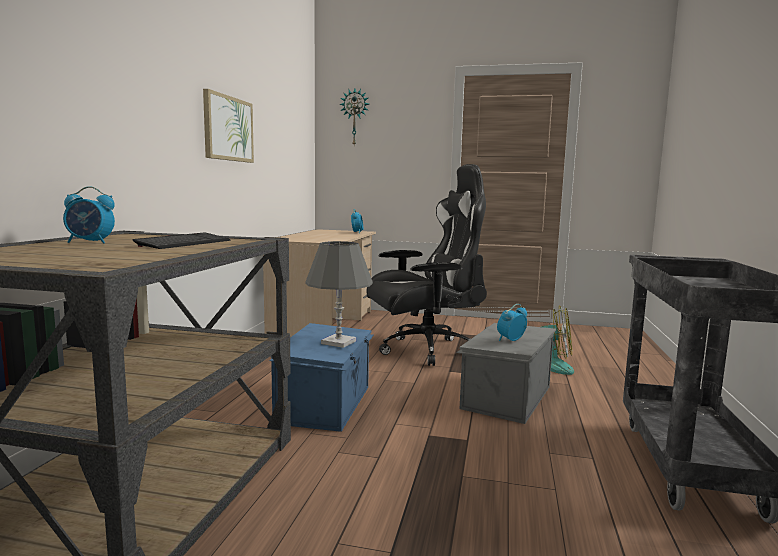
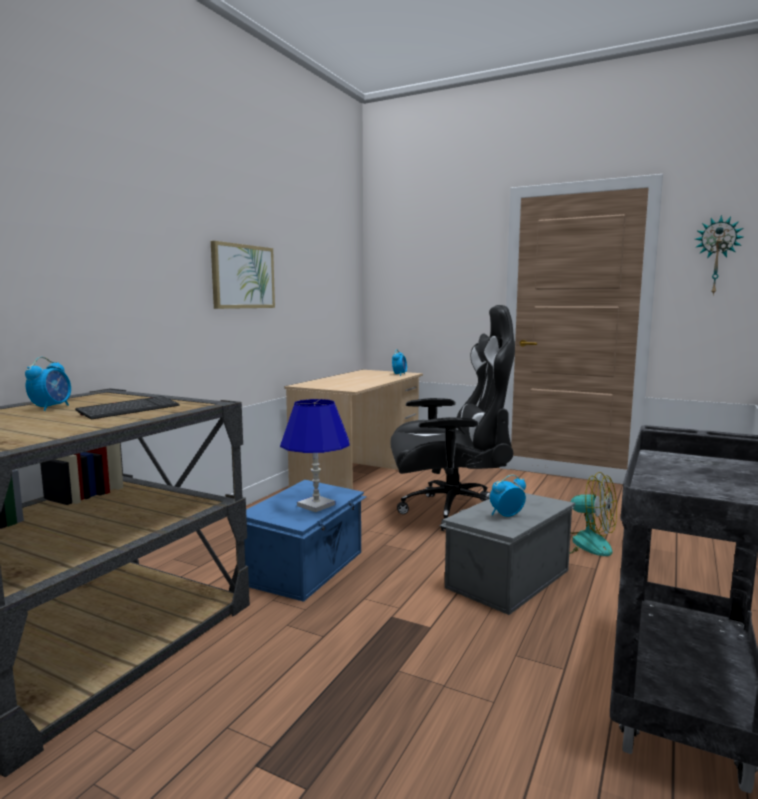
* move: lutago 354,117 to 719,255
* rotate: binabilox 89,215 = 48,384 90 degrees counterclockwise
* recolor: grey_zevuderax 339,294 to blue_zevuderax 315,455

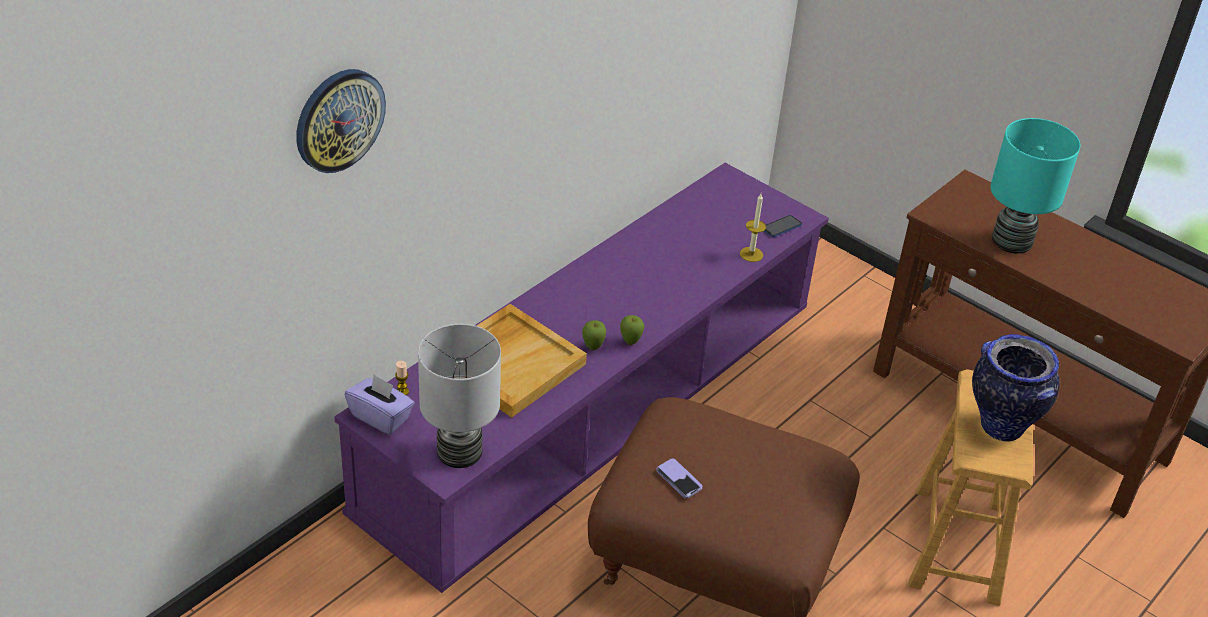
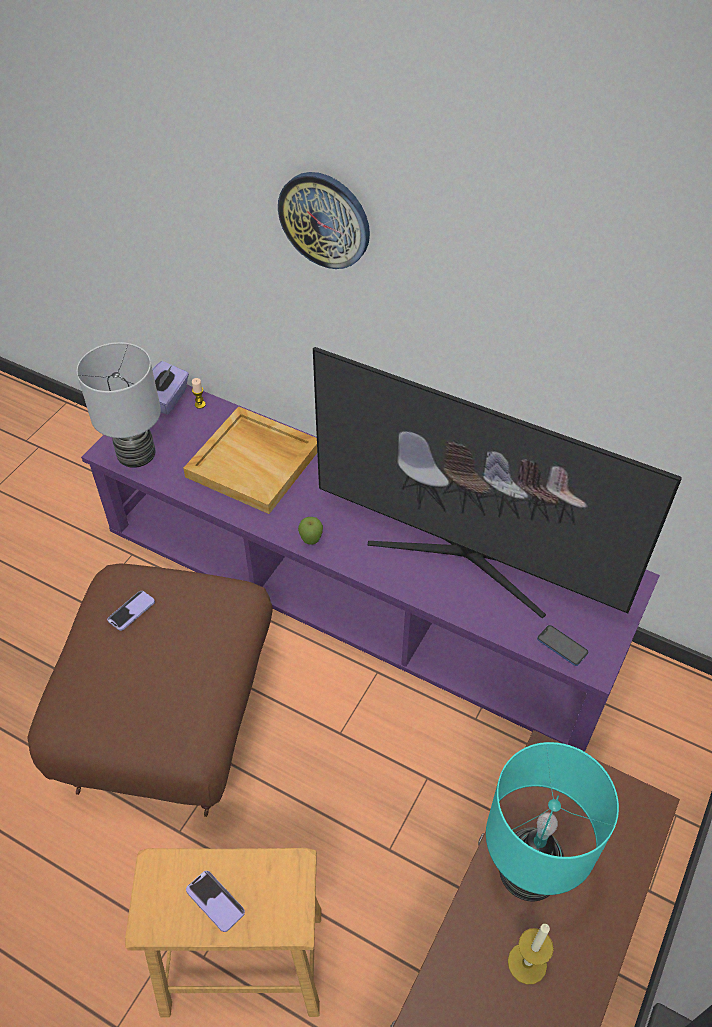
* move: lutago 341,121 to 324,220
* move: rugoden 753,228 to 531,954
* delete: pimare 594,335
* replace: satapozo 1016,387 to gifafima 215,901
* insert: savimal 497,482

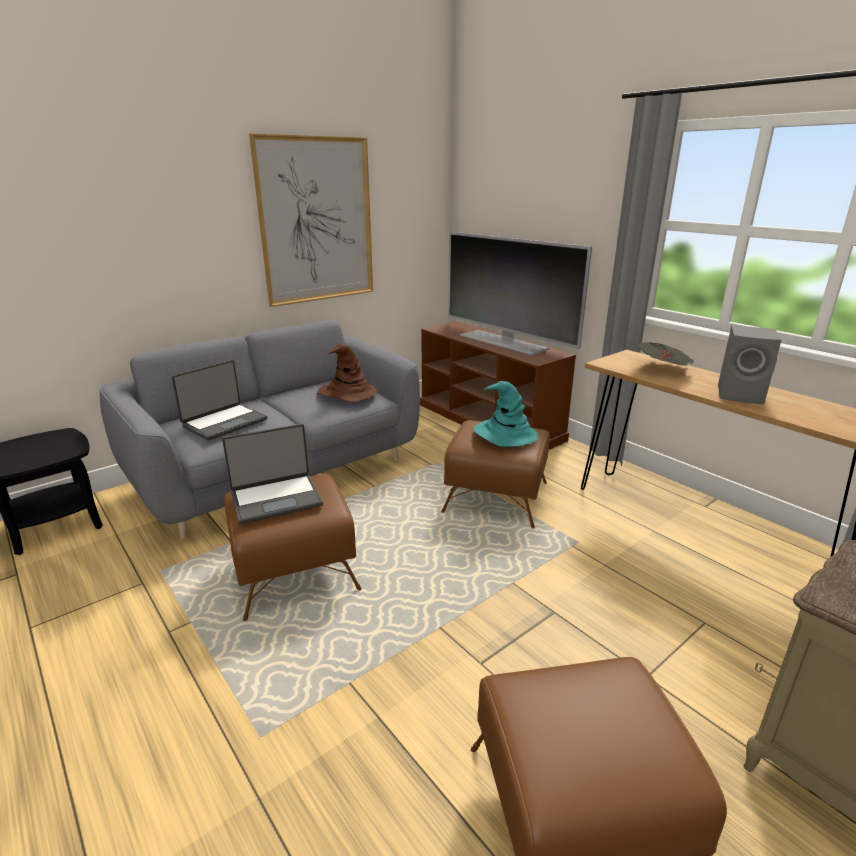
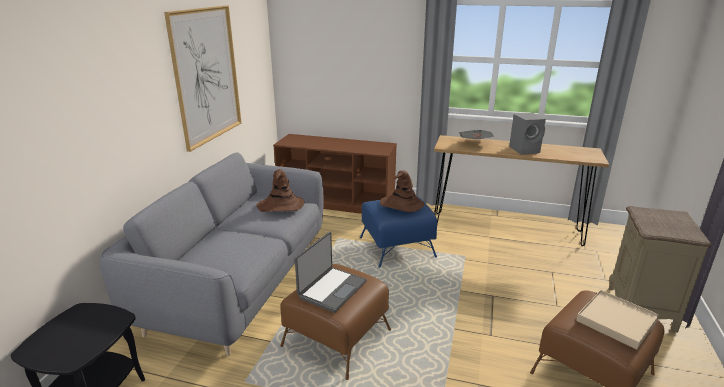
* delete: savimal 520,293
* delete: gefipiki 219,400
* recolor: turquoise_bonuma 505,414 to brown_bonuma 402,191
* recolor: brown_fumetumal 495,474 to blue_fumetumal 398,232
* insert: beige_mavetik 617,320

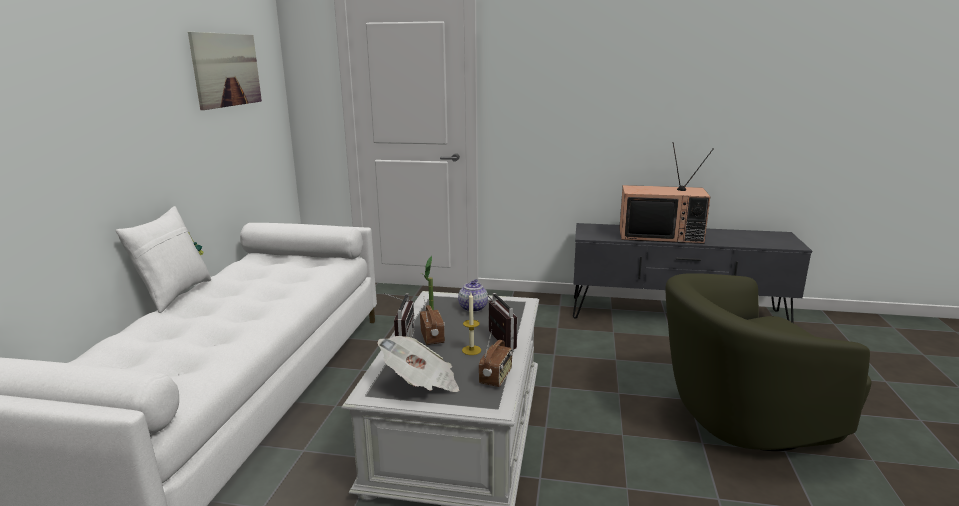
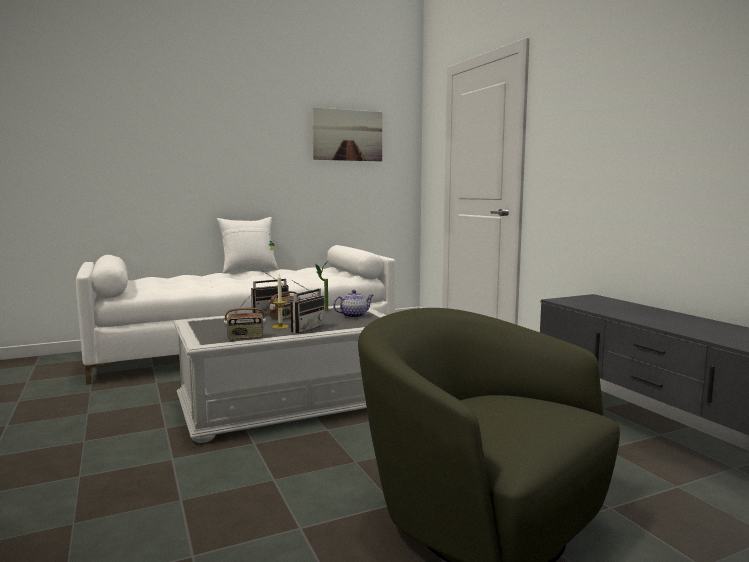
* delete: savimal 666,193
* delete: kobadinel 419,364

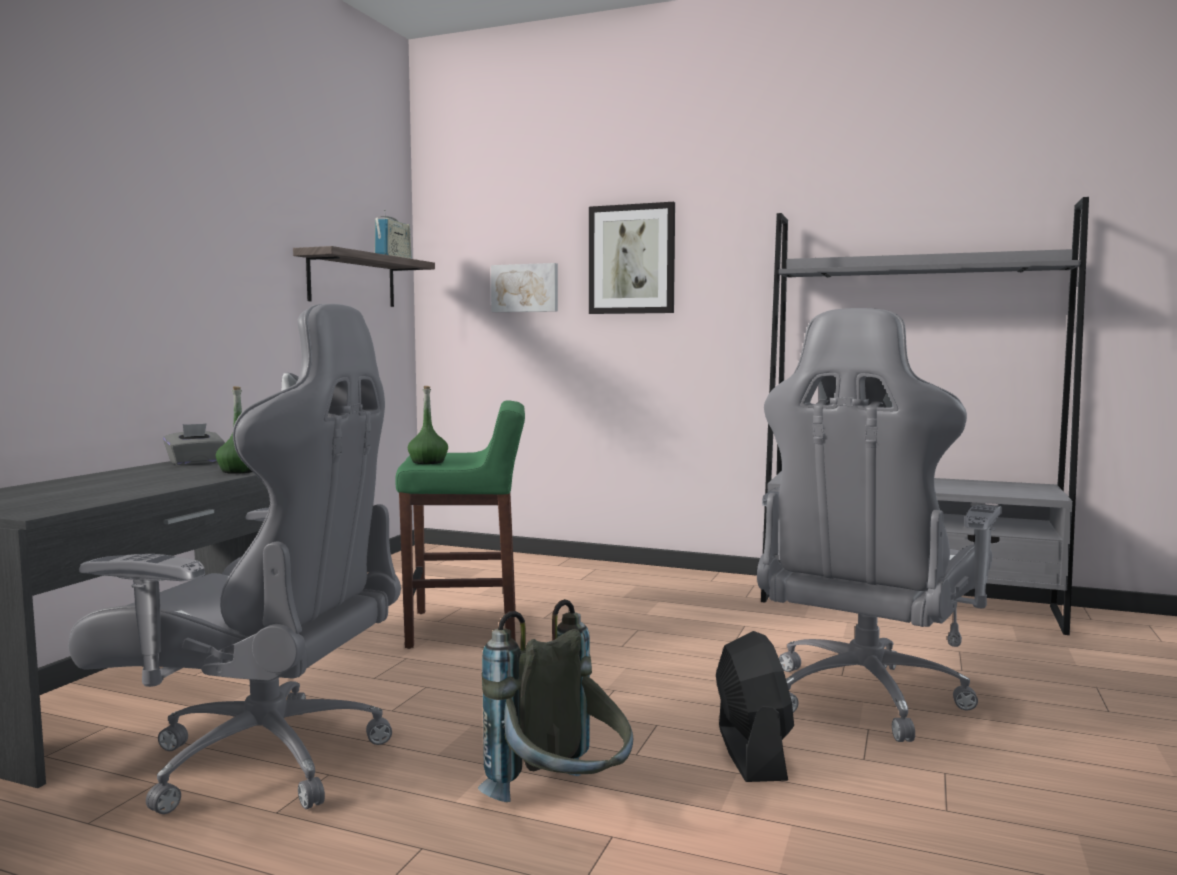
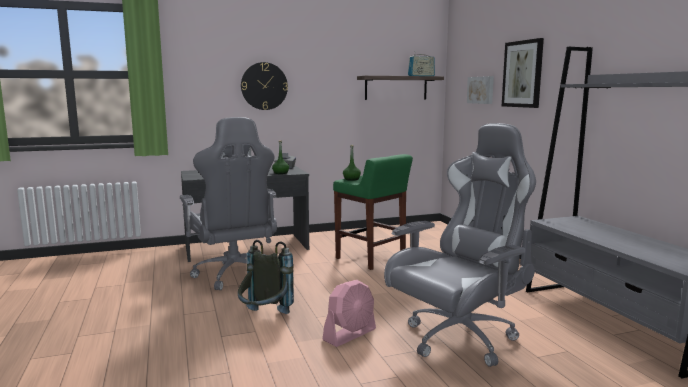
* rotate: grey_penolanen 879,525 = 460,245 150 degrees clockwise
* recolor: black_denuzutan 755,706 to pink_denuzutan 349,313
* insert: lutago 264,86

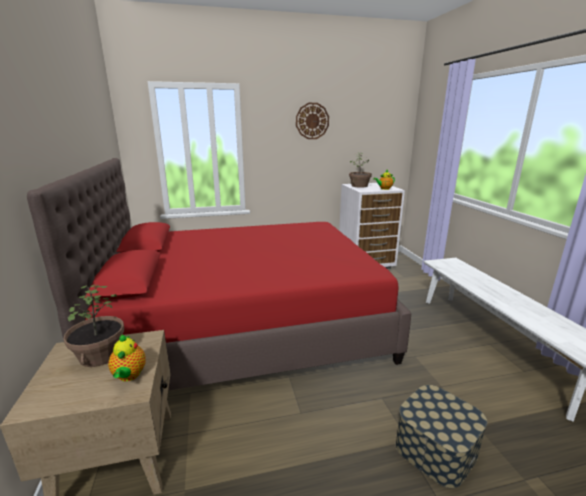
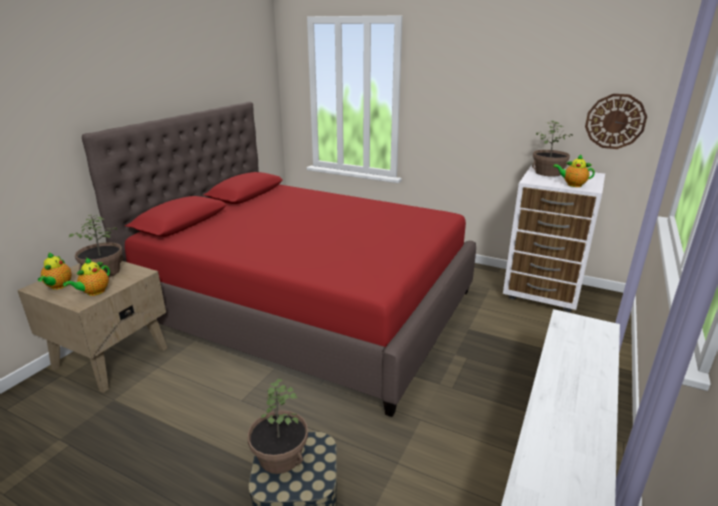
* move: lutago 312,121 to 616,121
* insert: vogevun 55,271
* insert: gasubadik 278,426

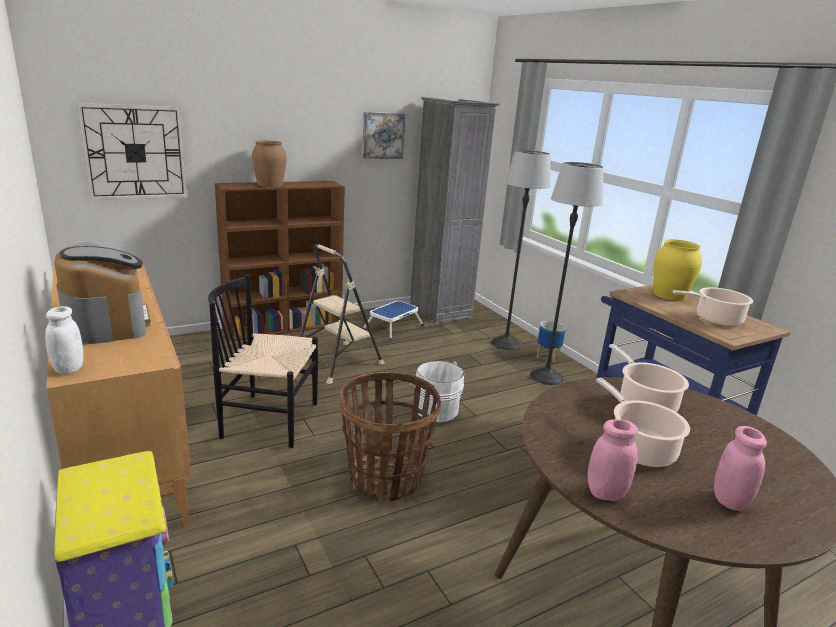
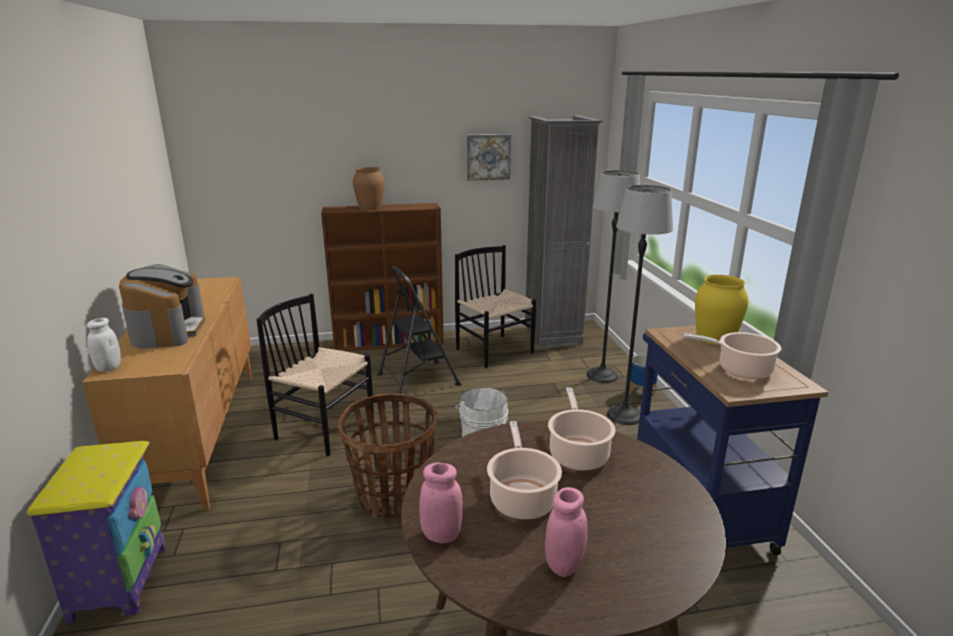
* delete: lutago 132,151
* recolor: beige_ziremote 342,314 to black_ziremote 419,330
* replace: blue_ziremote 393,321 to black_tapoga 495,306

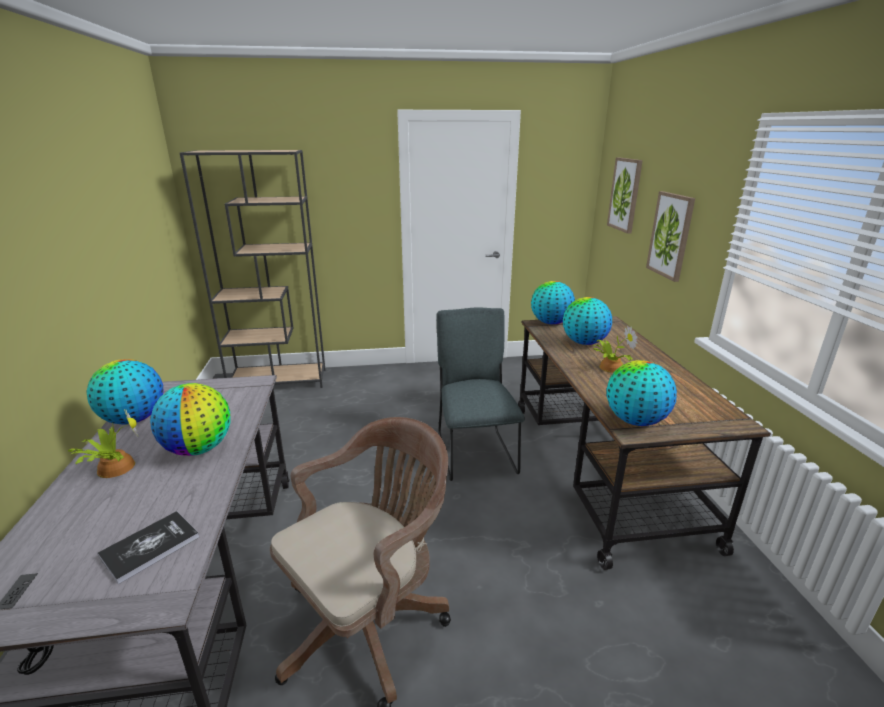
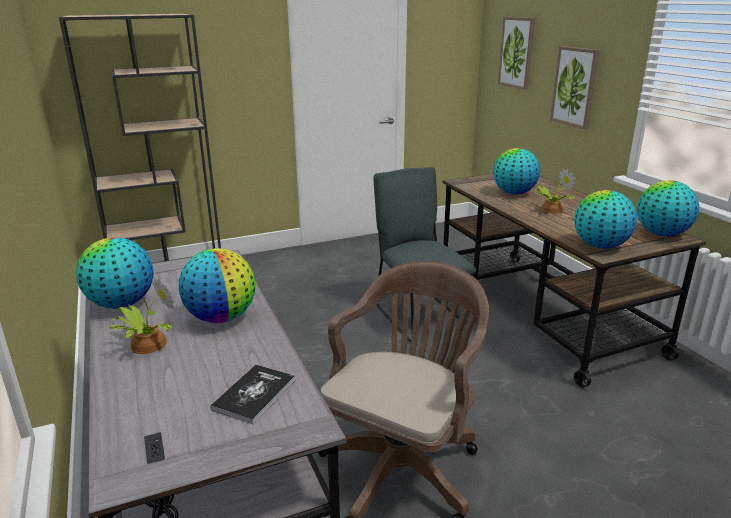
* move: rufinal 553,302 to 668,208

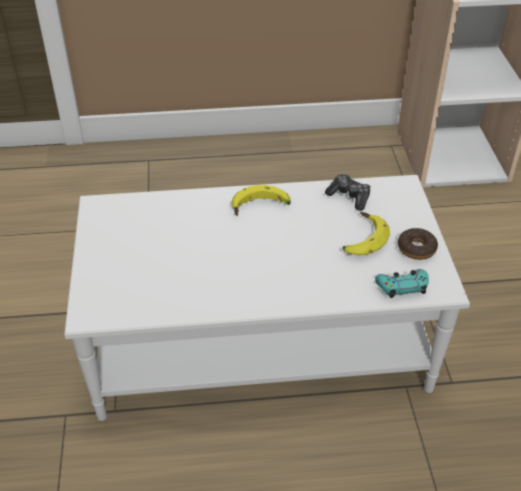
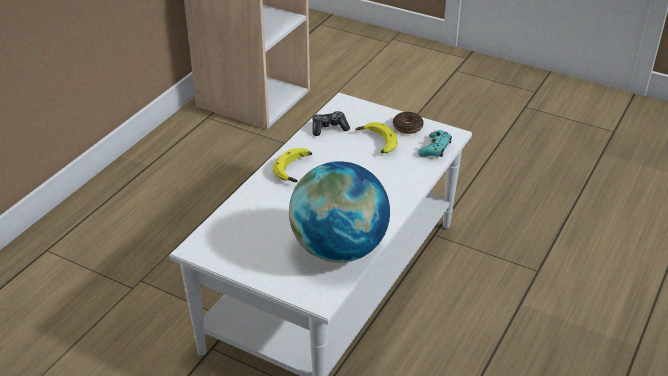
* insert: rufinal 339,212

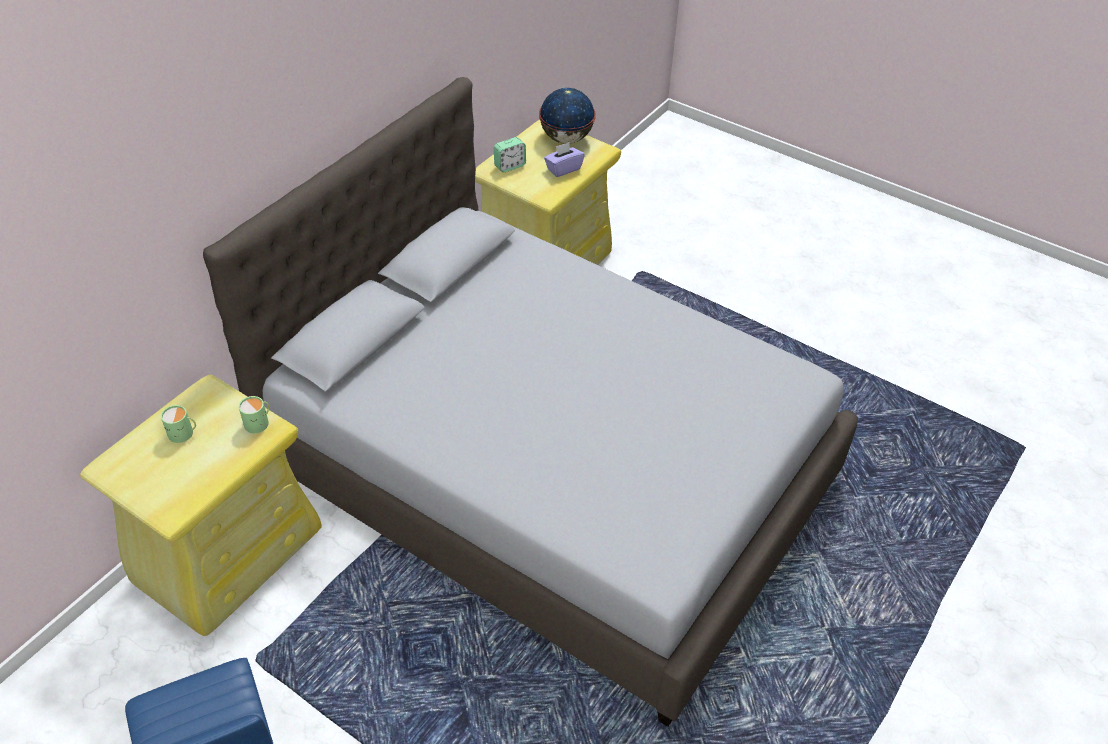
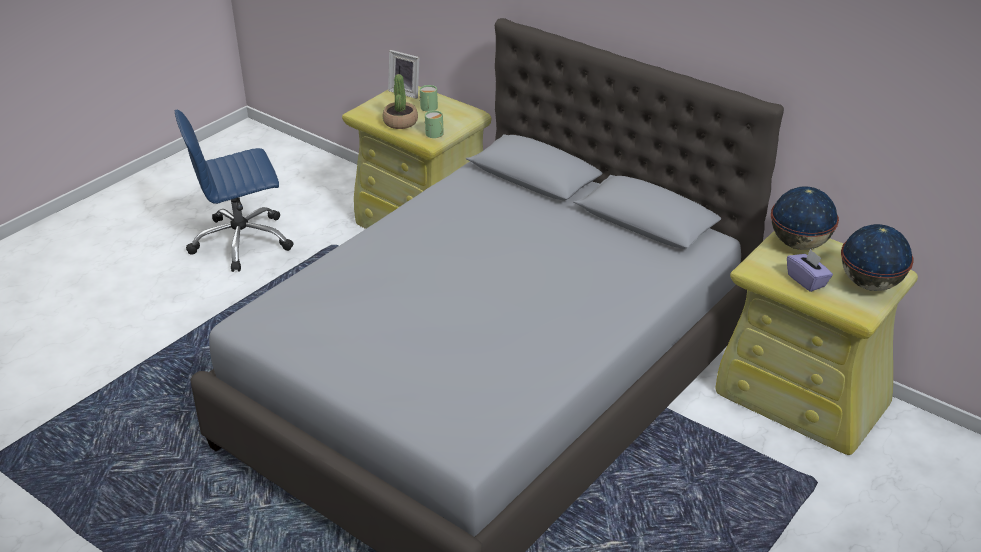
* replace: binabilox 510,154 to rufinal 805,218
* insert: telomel 404,74
* insert: gasubadik 400,101

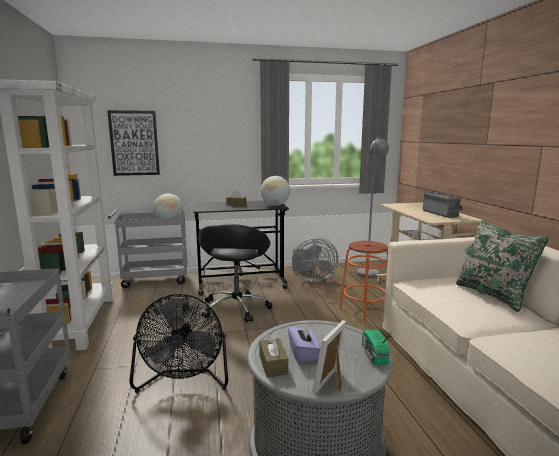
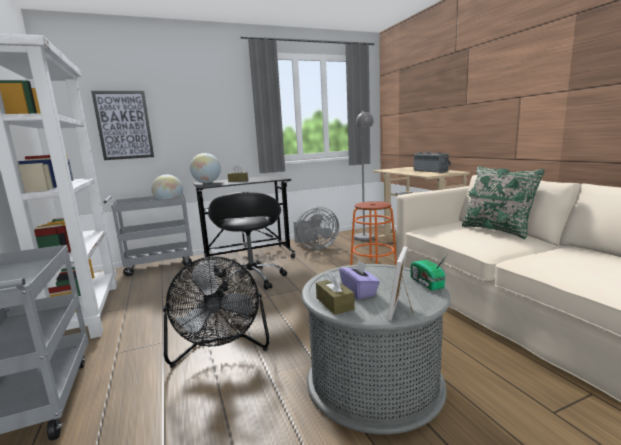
* move: rufinal 275,191 to 205,168

